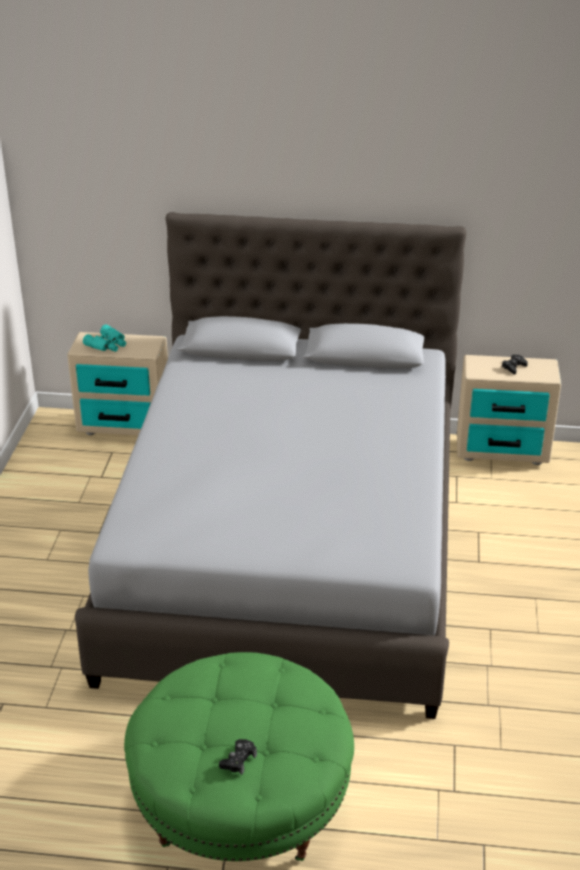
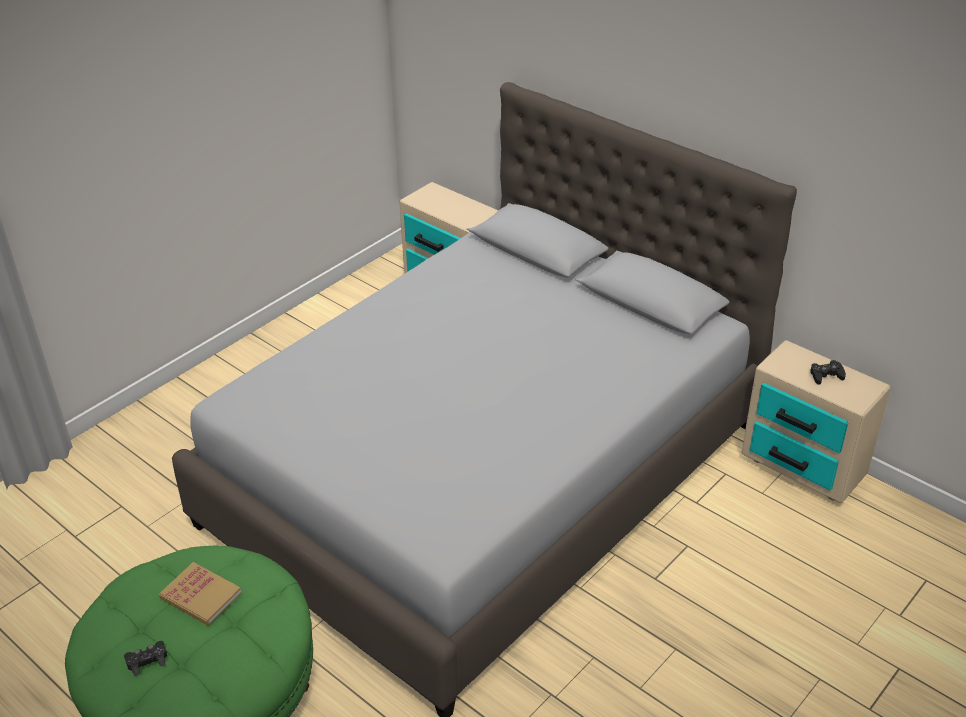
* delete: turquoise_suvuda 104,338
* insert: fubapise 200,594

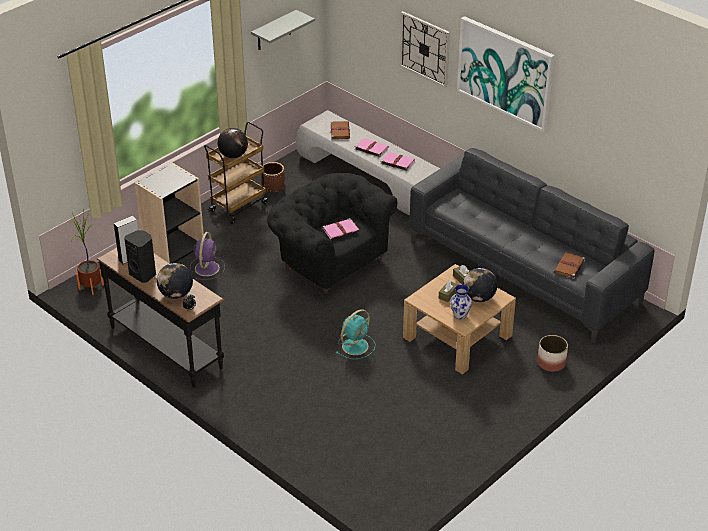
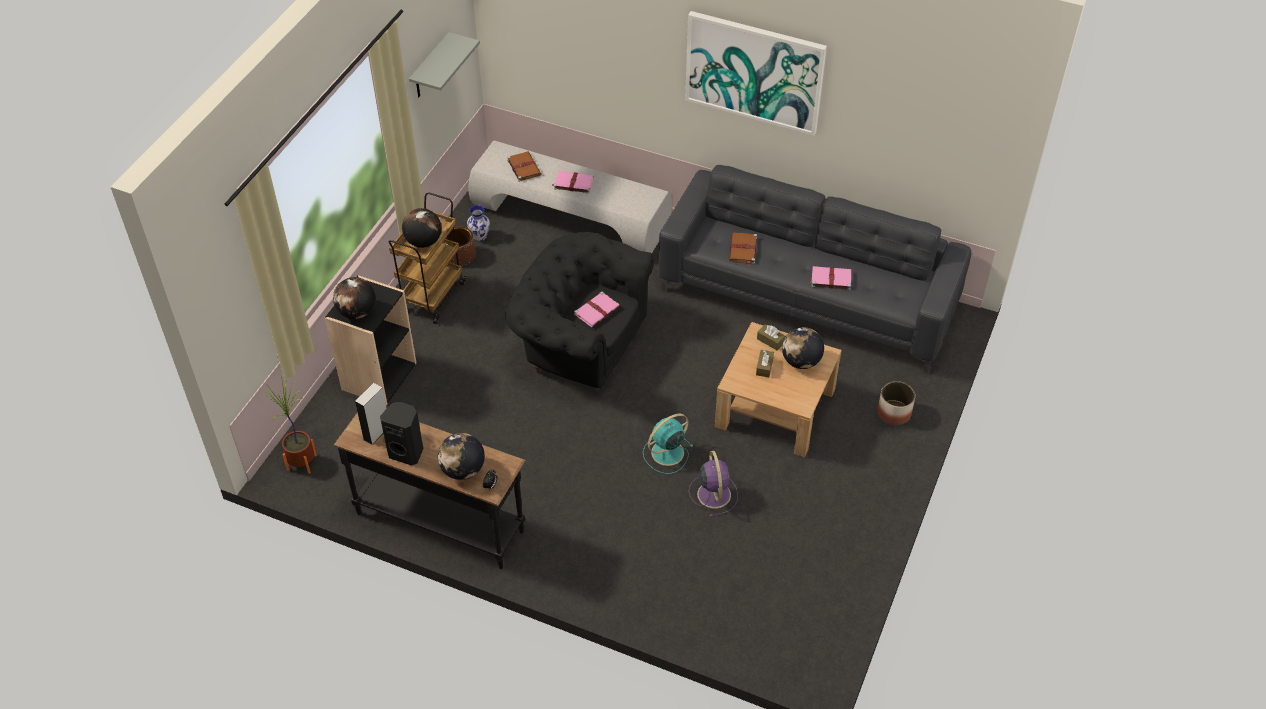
* delete: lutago 425,49
* move: pink_fubapise 397,161 to 829,278
* move: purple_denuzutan 207,256 to 713,484
* move: brown_fubapise 569,266 to 743,249
* move: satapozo 461,301 to 478,223
* rotate: turquoise_denuzutan 355,334 = 668,444 150 degrees counterclockwise
* insert: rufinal 354,298

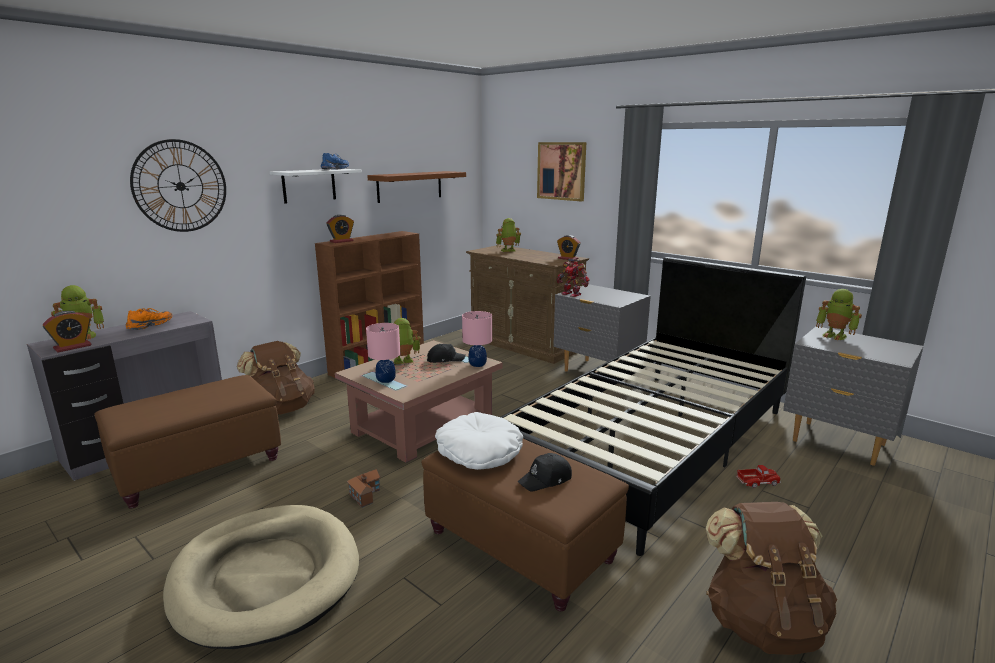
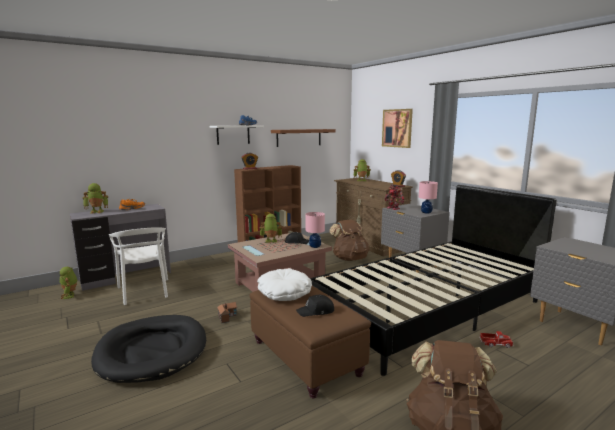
* delete: lutago 178,185
* move: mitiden 839,314 to 68,283
* delete: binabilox 67,331
* move: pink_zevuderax 383,353 to 428,197
* move: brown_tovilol 276,378 to 349,240
* replace: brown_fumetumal 188,442 to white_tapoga 138,266
* recolor: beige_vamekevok 261,577 to black_vamekevok 148,349

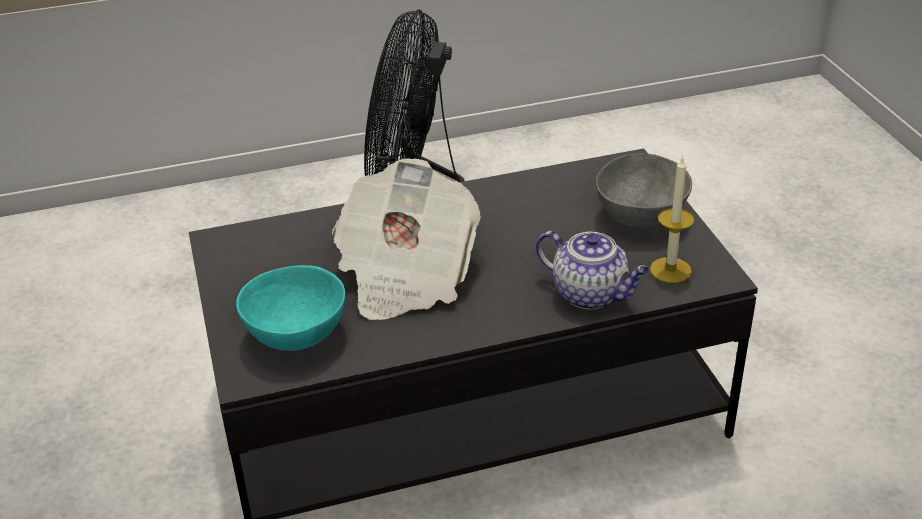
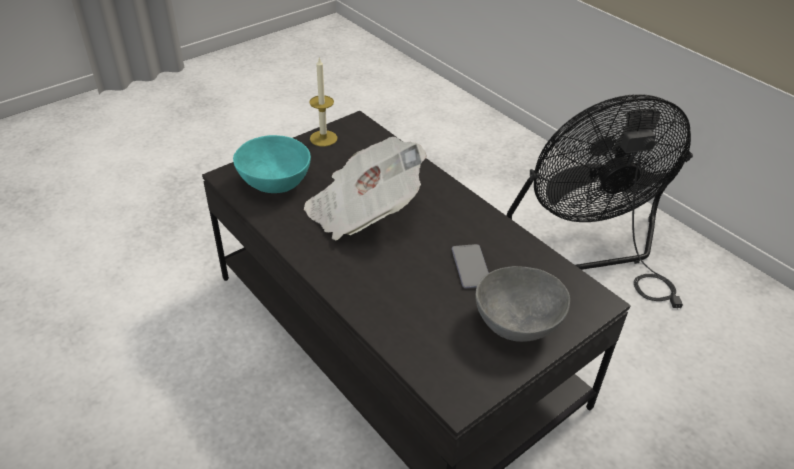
* move: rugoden 672,219 to 323,102
* delete: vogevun 593,270
* insert: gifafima 470,266

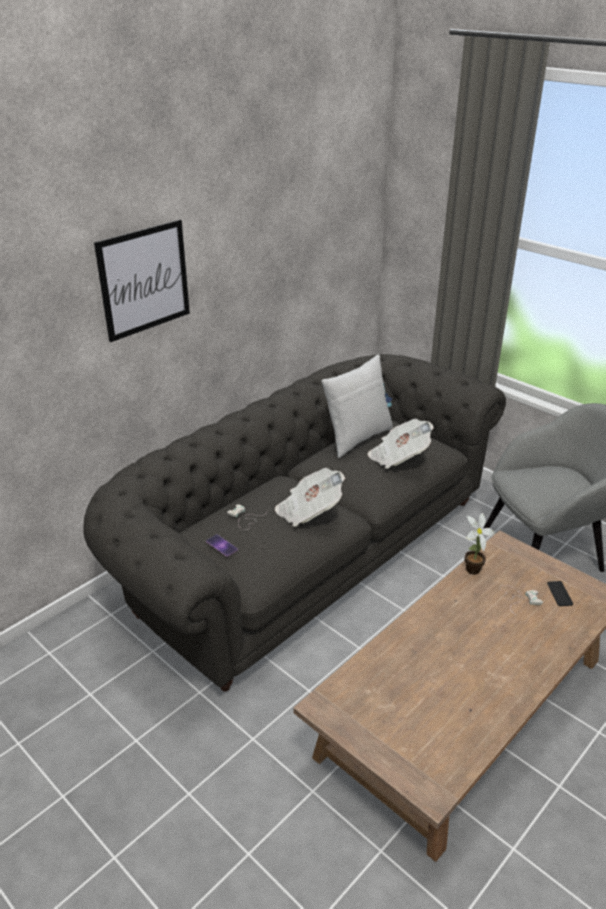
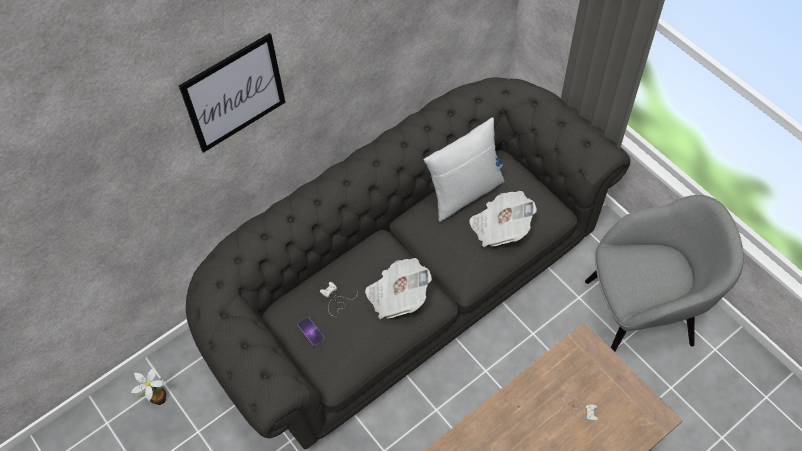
* move: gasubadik 479,544 to 148,386
* delete: gifafima 560,593

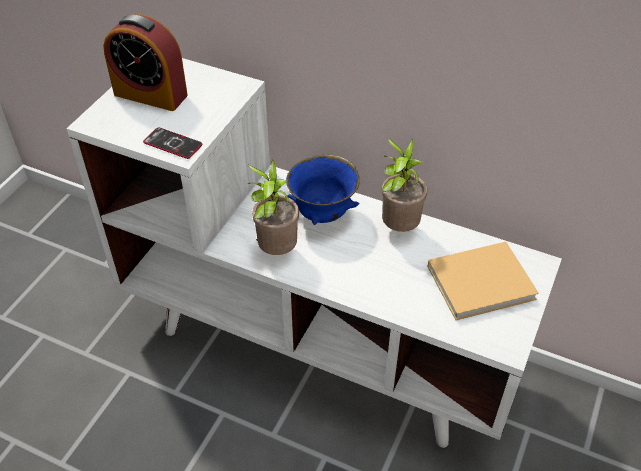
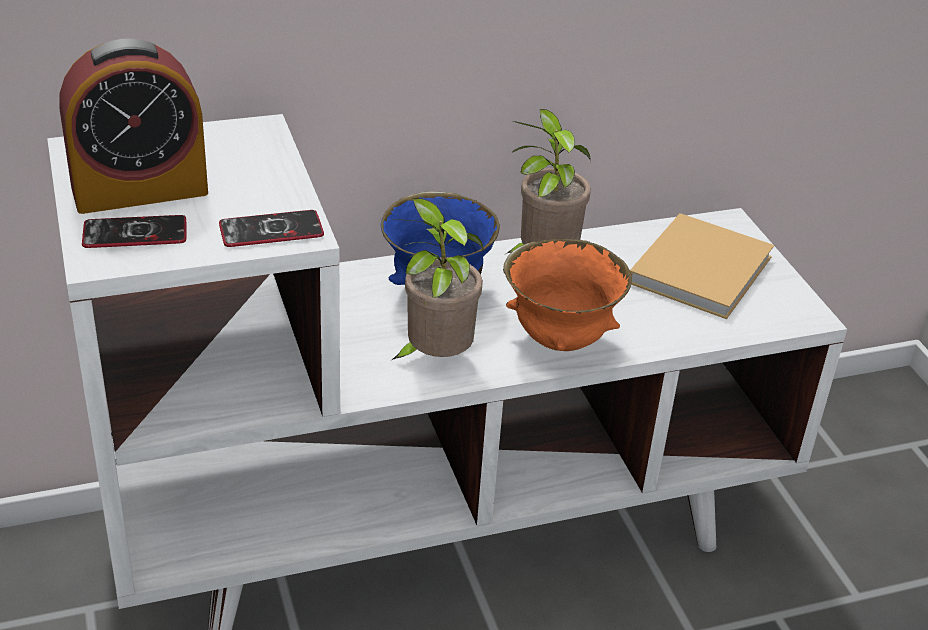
* insert: gifafima 134,231
* insert: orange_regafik 567,295

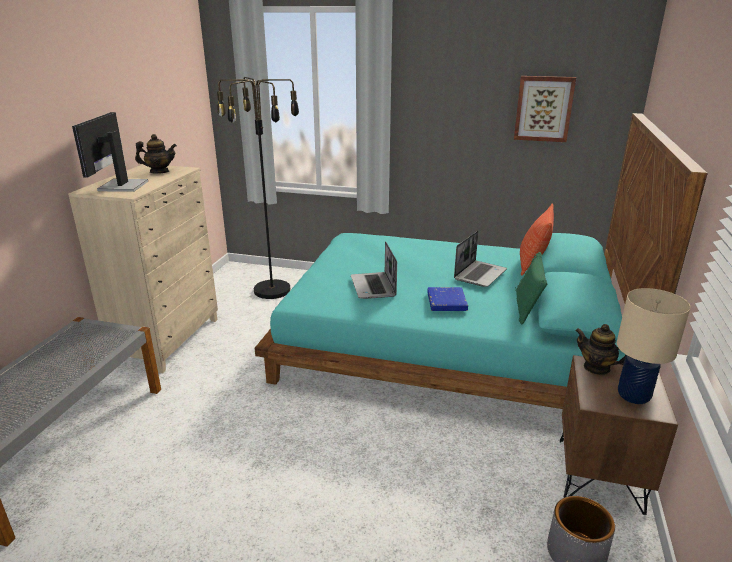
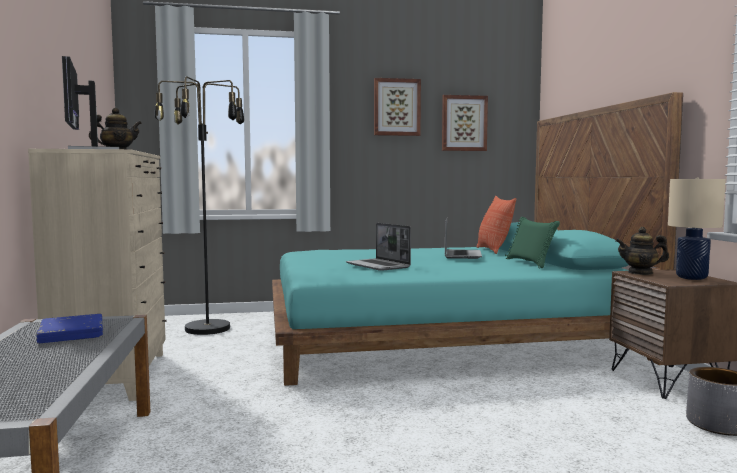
* move: blue_fubapise 447,299 to 69,329
* insert: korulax 397,107

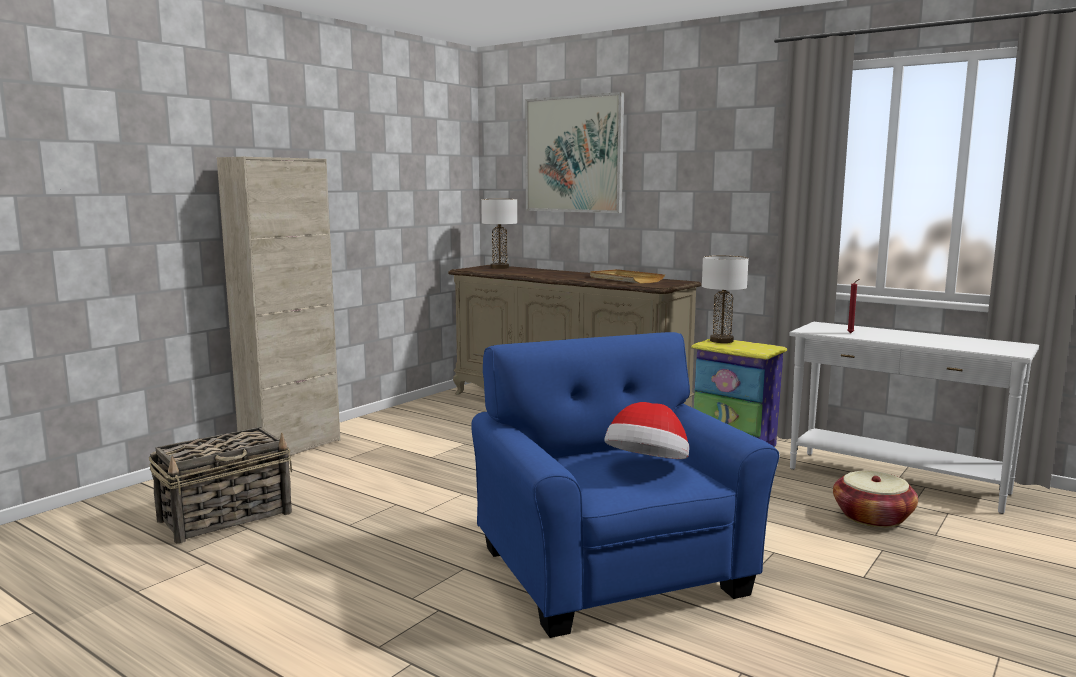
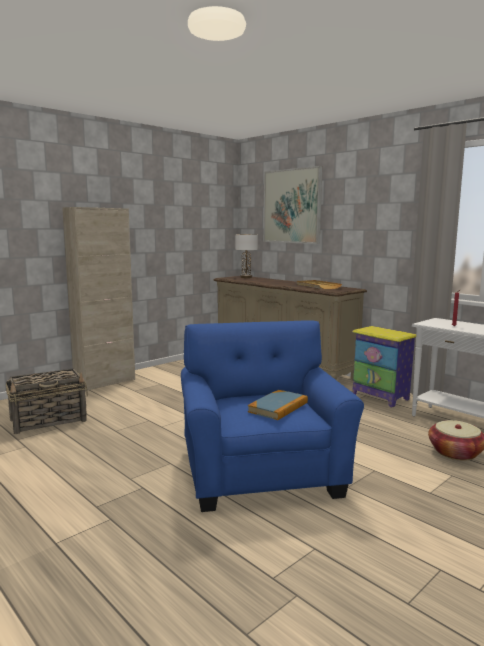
* delete: zevuderax 725,299
* replace: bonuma 646,430 to fubapise 278,405

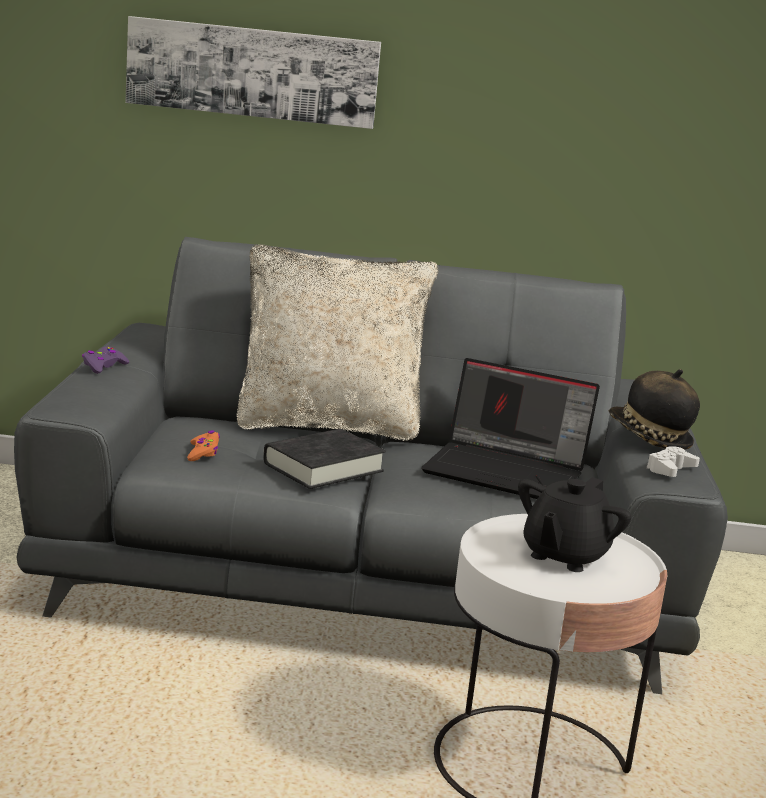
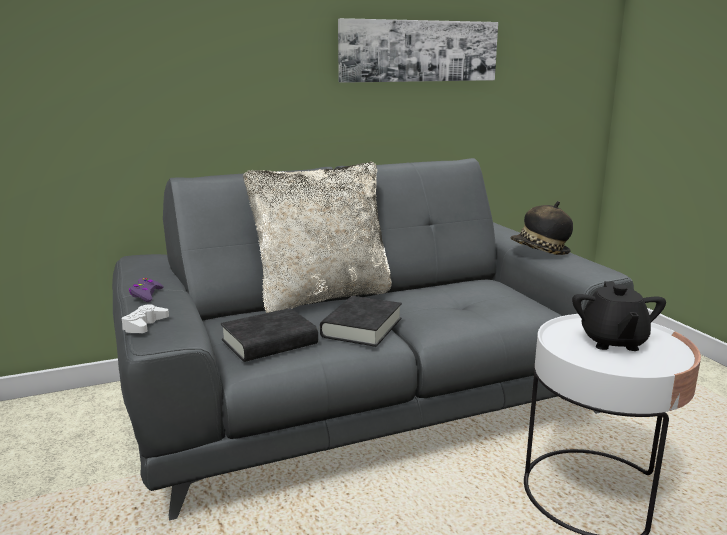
* move: korulax 253,72 to 418,50
* delete: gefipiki 510,428
* replace: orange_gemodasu 203,445 to black_fubapise 269,335
* move: white_gemodasu 673,461 to 145,318

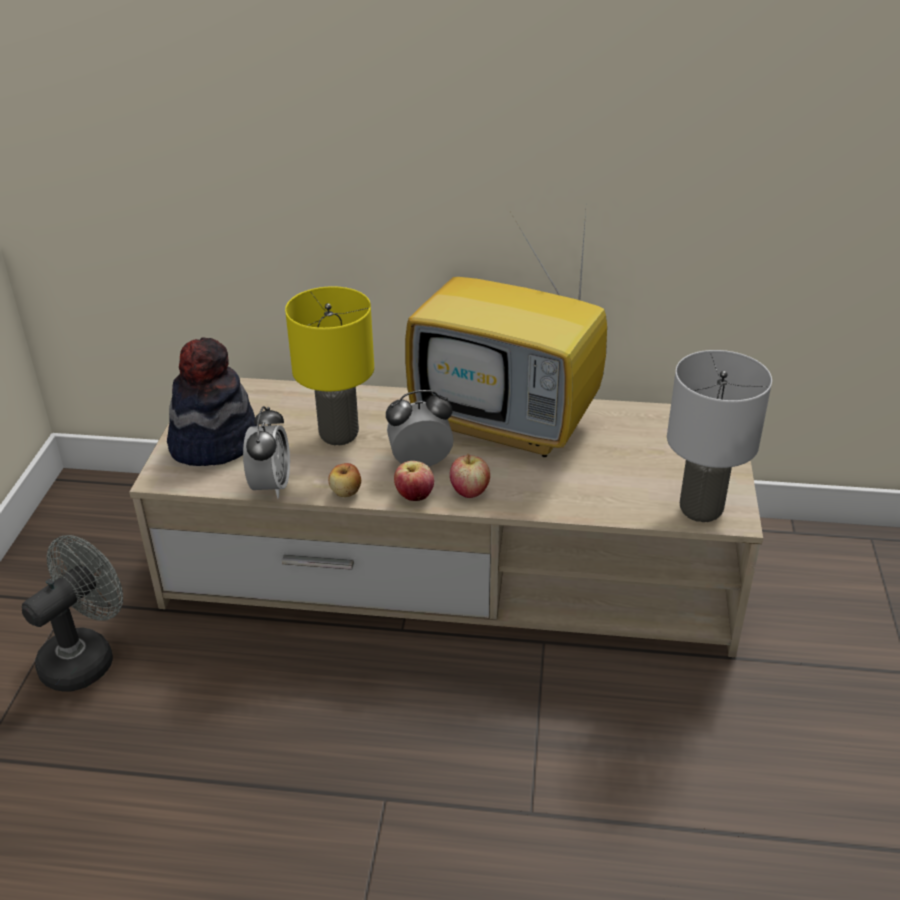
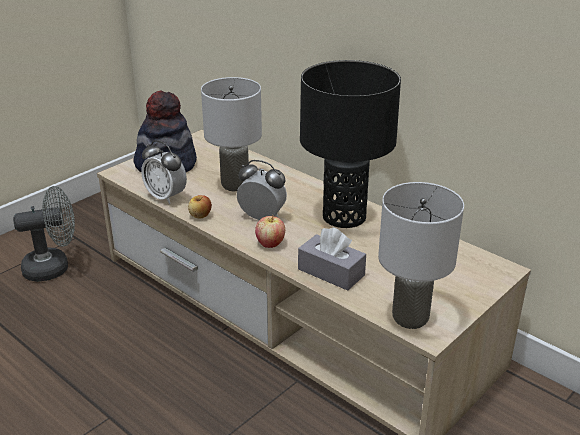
* replace: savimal 506,333 to black_zevuderax 350,144
* recolor: yellow_zevuderax 329,365 to white_zevuderax 231,134
* rotate: binabilox 266,452 = 164,172 90 degrees clockwise
* delete: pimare 414,481
* insert: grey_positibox 332,259

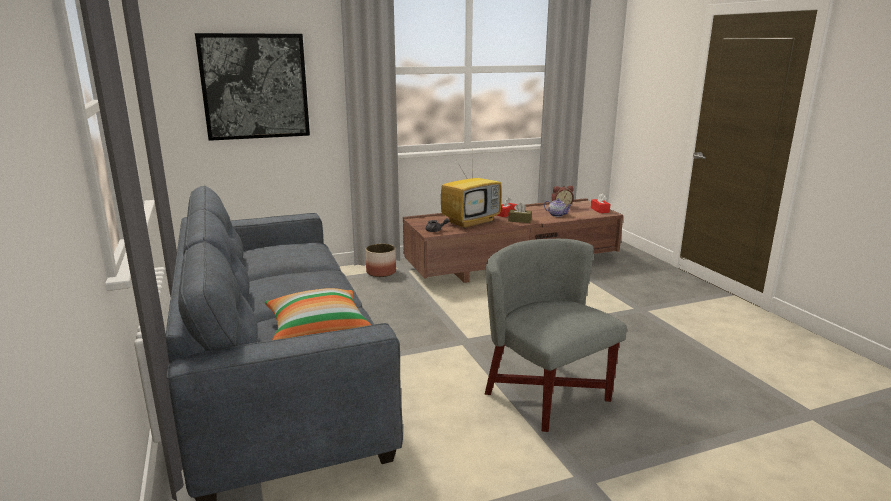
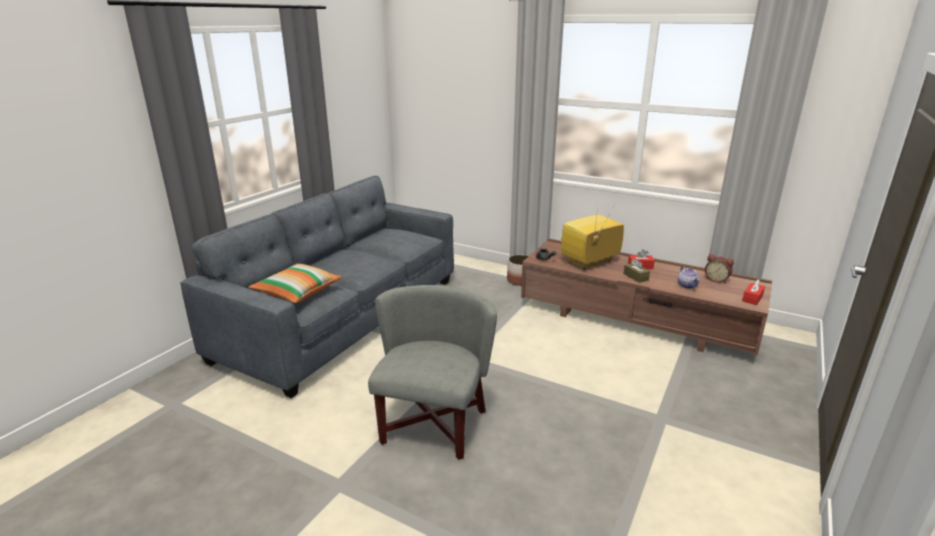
* delete: korulax 252,87
* rotate: savimal 471,196 = 592,238 135 degrees clockwise

